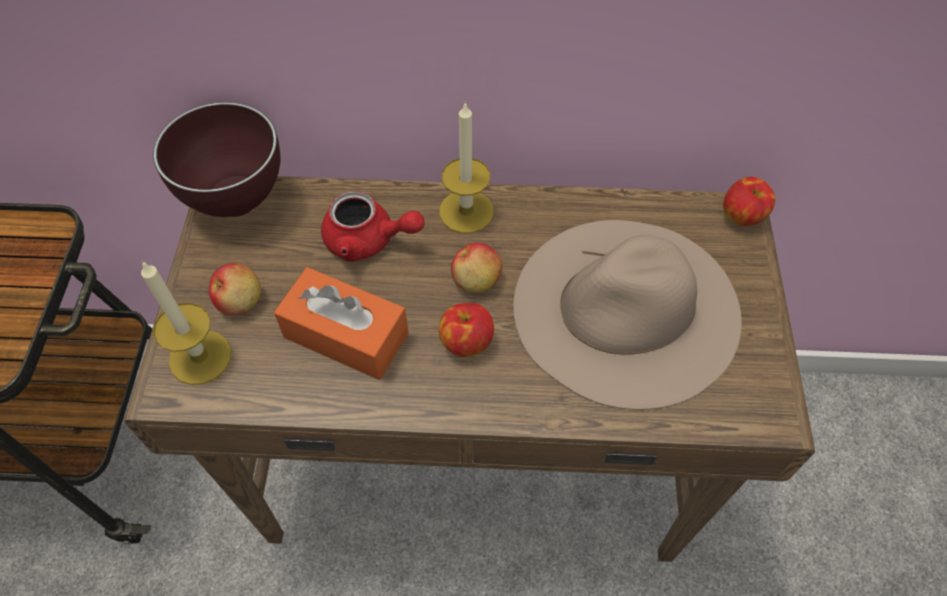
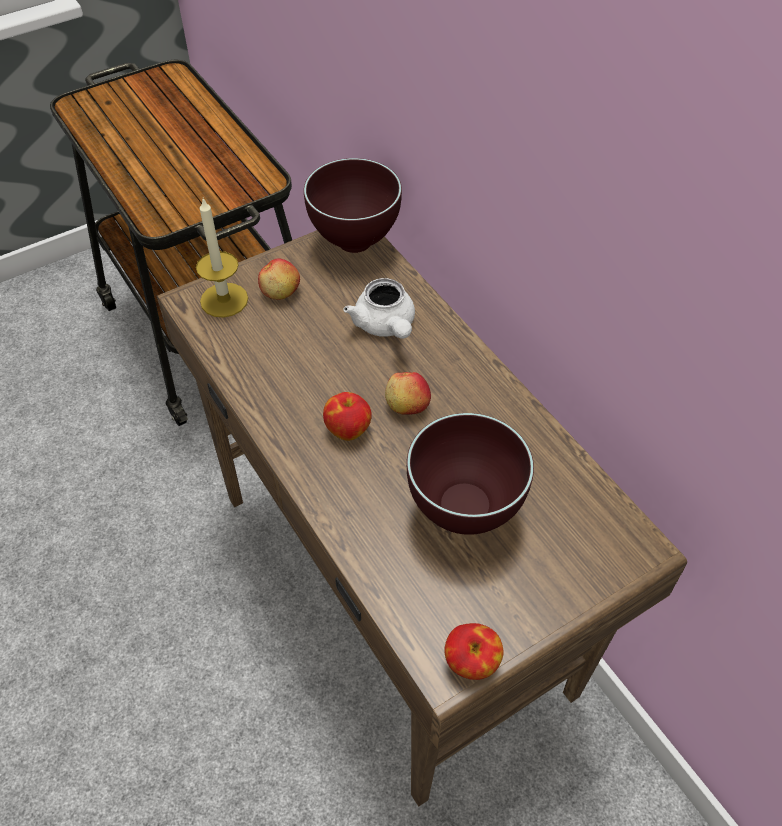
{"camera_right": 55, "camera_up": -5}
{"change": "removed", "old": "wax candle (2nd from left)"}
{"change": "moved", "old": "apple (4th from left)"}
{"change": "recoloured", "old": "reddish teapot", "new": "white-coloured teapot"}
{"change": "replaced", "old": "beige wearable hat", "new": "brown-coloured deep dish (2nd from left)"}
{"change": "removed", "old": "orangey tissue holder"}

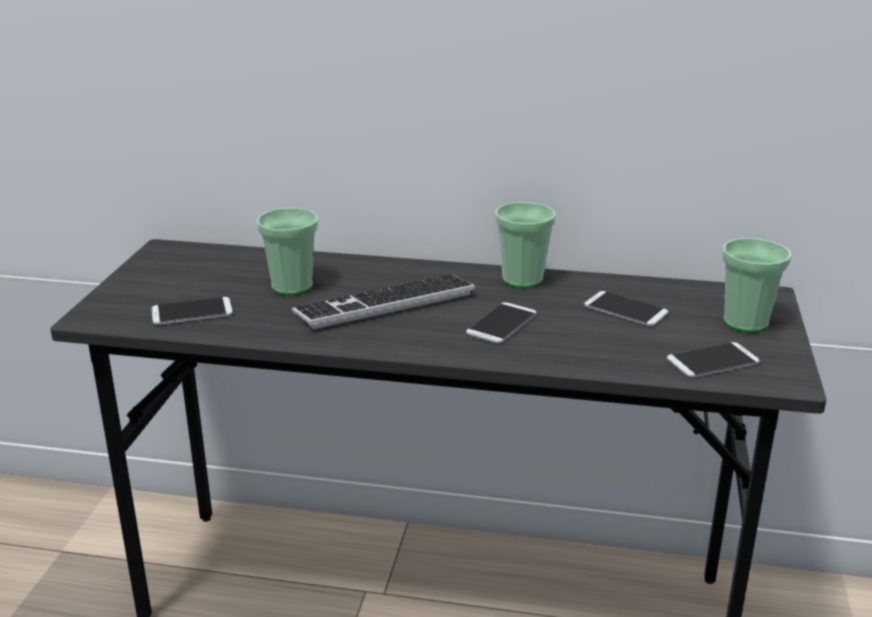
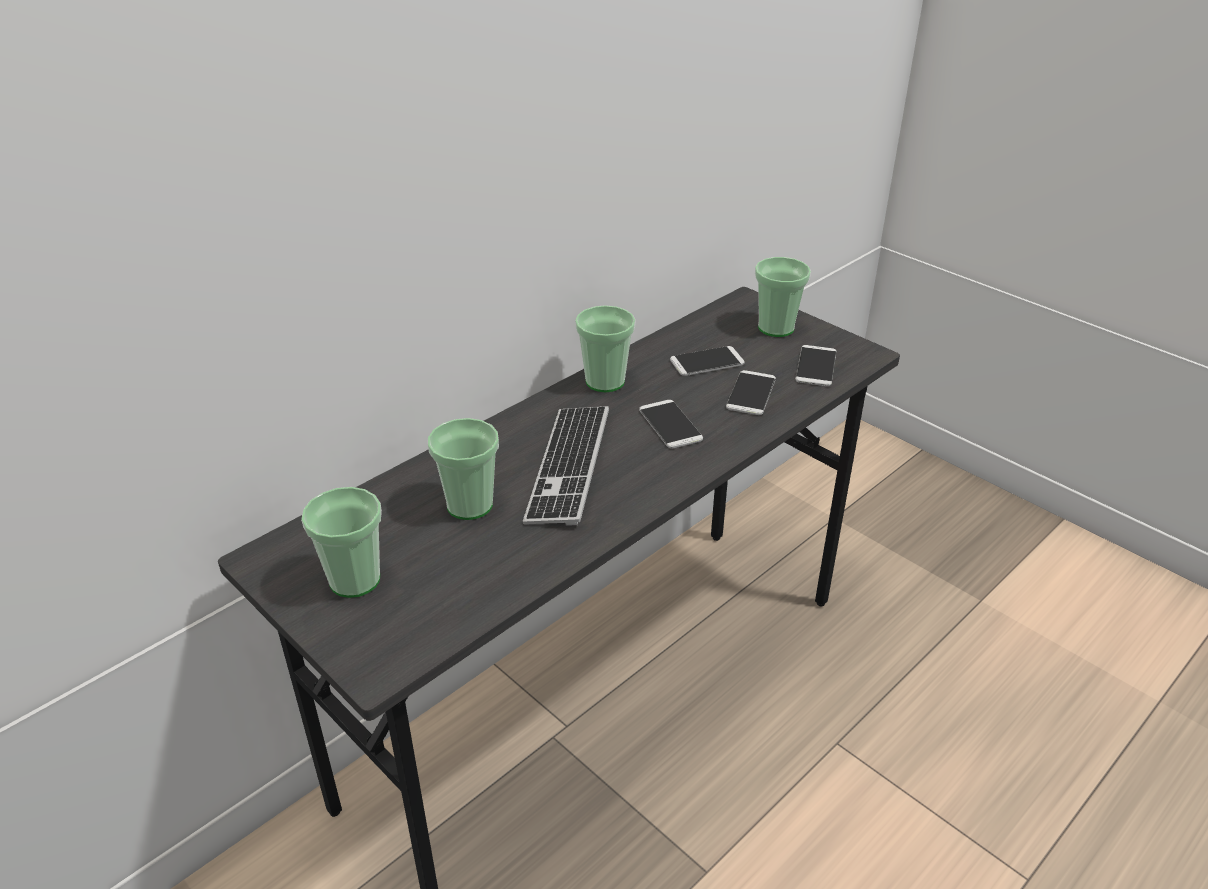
{"camera_right": -55, "camera_up": 10}
{"change": "moved", "old": "phone (1st from left in the first image)", "new": "phone (3rd from left)"}
{"change": "added", "new": "cup (1st from left)"}

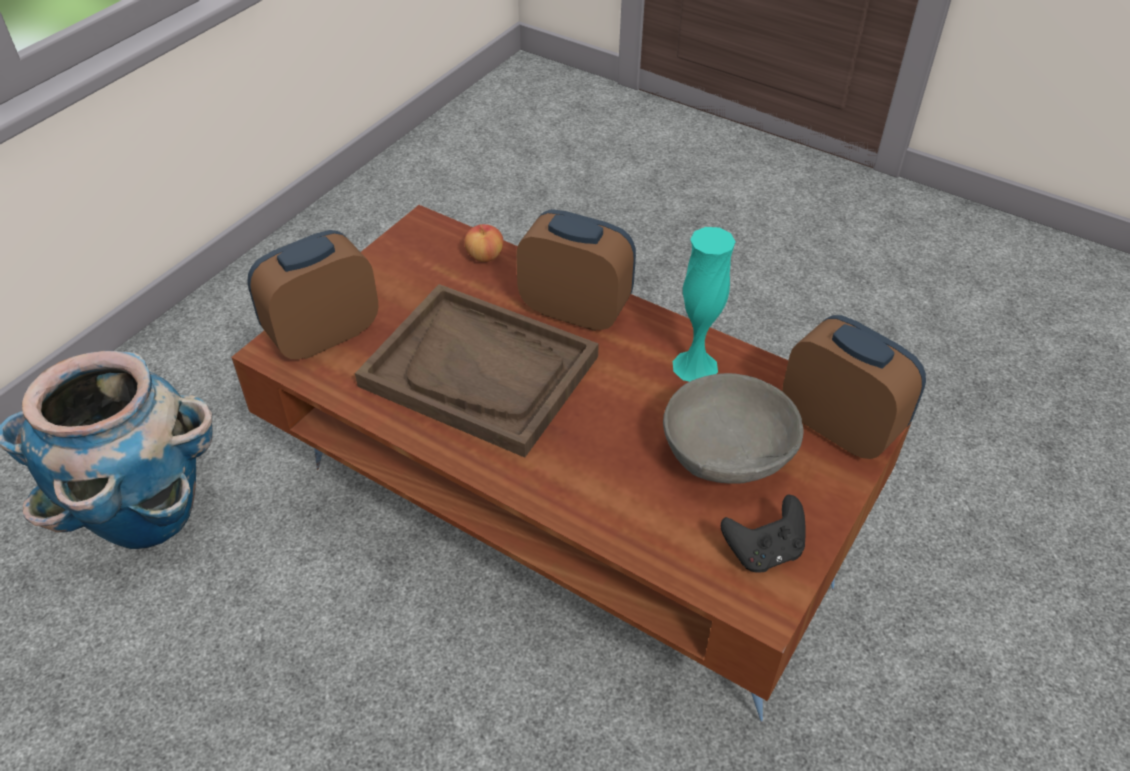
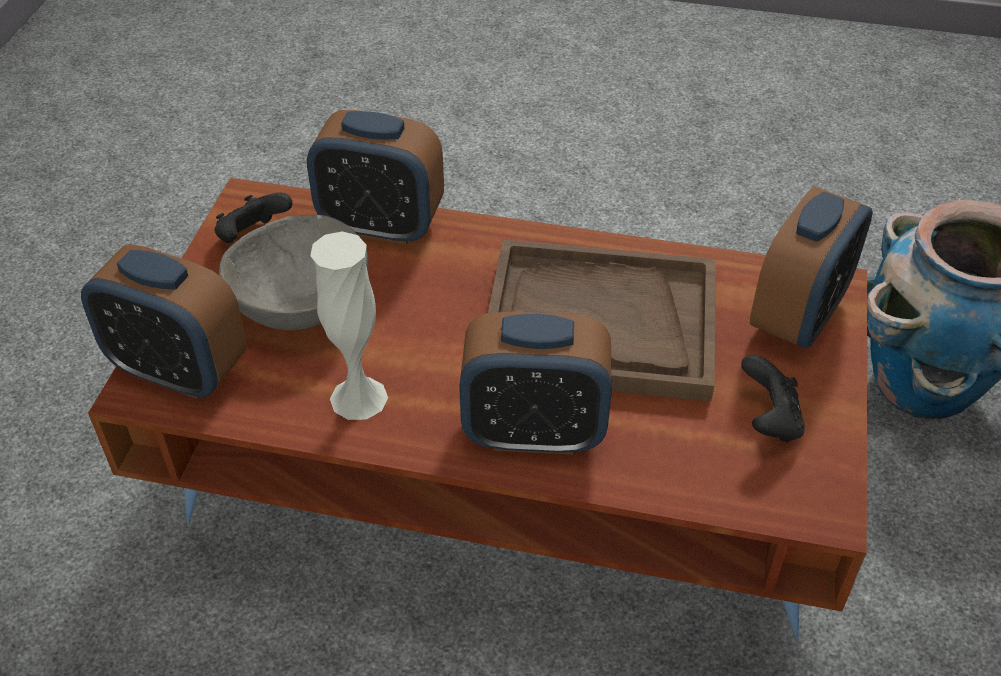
{"camera_right": 160, "camera_up": 0}
{"change": "removed", "old": "apple"}
{"change": "recoloured", "old": "blue-green decorative vase", "new": "white-coloured decorative vase"}
{"change": "added", "new": "table clock (2nd from left)"}
{"change": "added", "new": "black game controller (2nd from left)"}

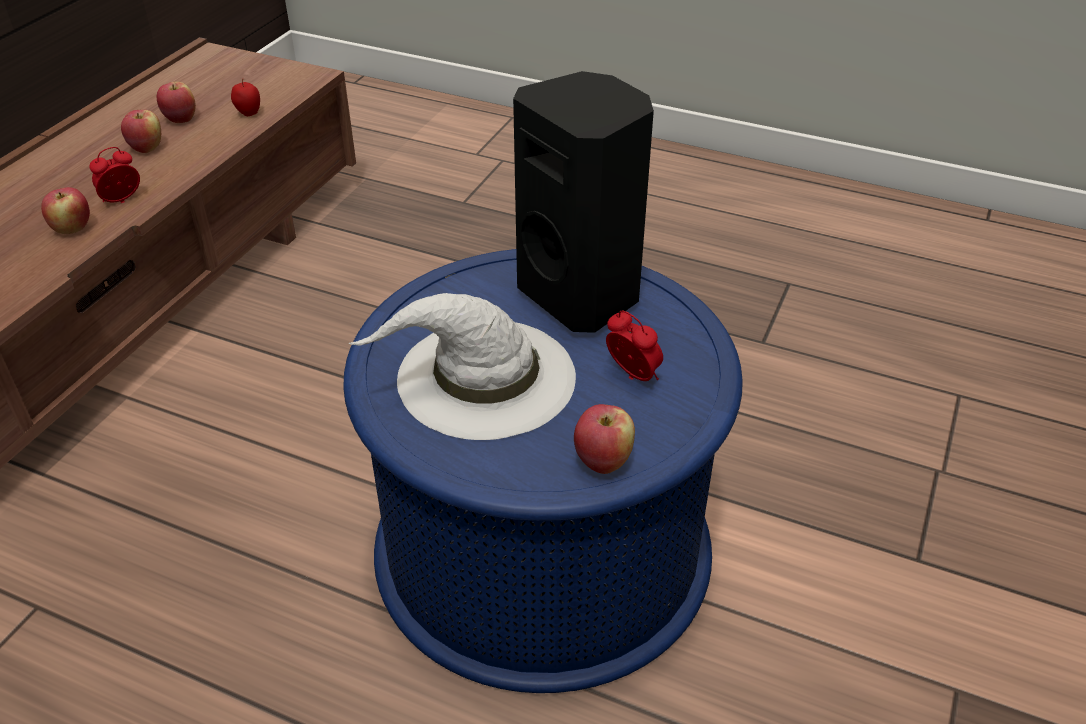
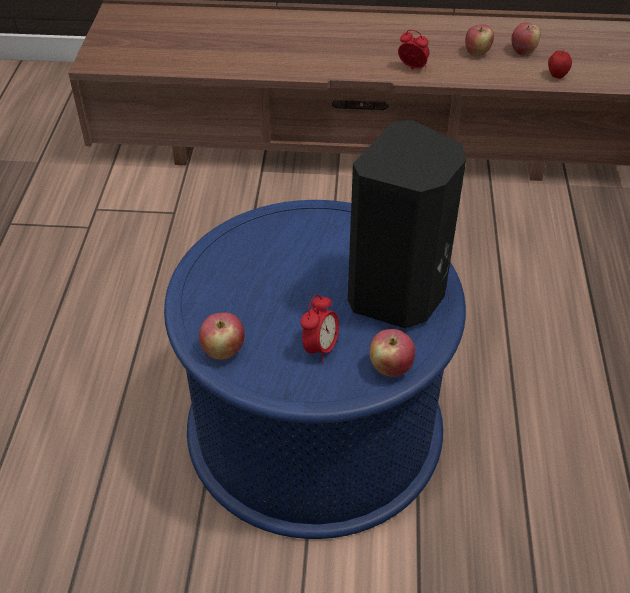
{"camera_right": 70, "camera_up": 5}
{"change": "moved", "old": "apple (1st from left in the first image)", "new": "apple (2nd from left)"}
{"change": "removed", "old": "white-coloured wearable hat"}

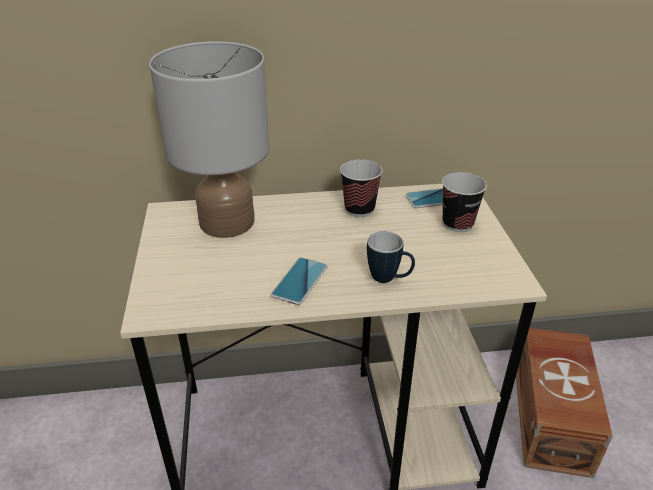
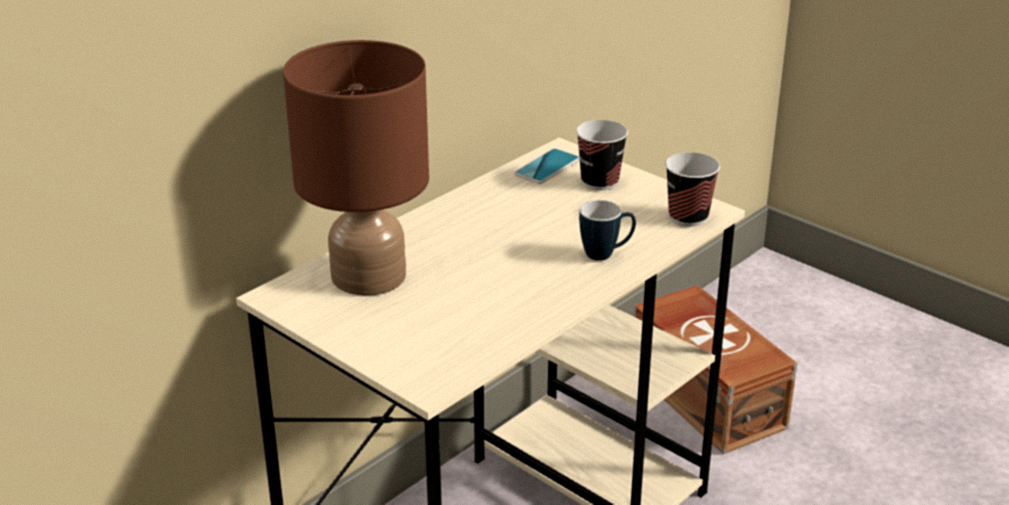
{"camera_right": -40, "camera_up": -5}
{"change": "recoloured", "old": "gray tabletop lamp", "new": "brown-coloured tabletop lamp"}
{"change": "moved", "old": "cup (1st from left in the first image)", "new": "cup (2nd from left)"}
{"change": "removed", "old": "phone (1st from left)"}

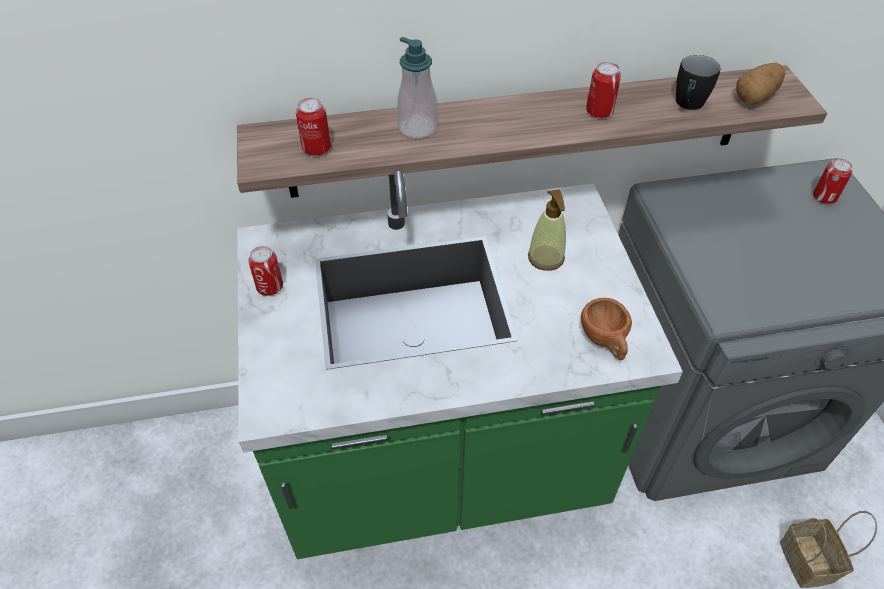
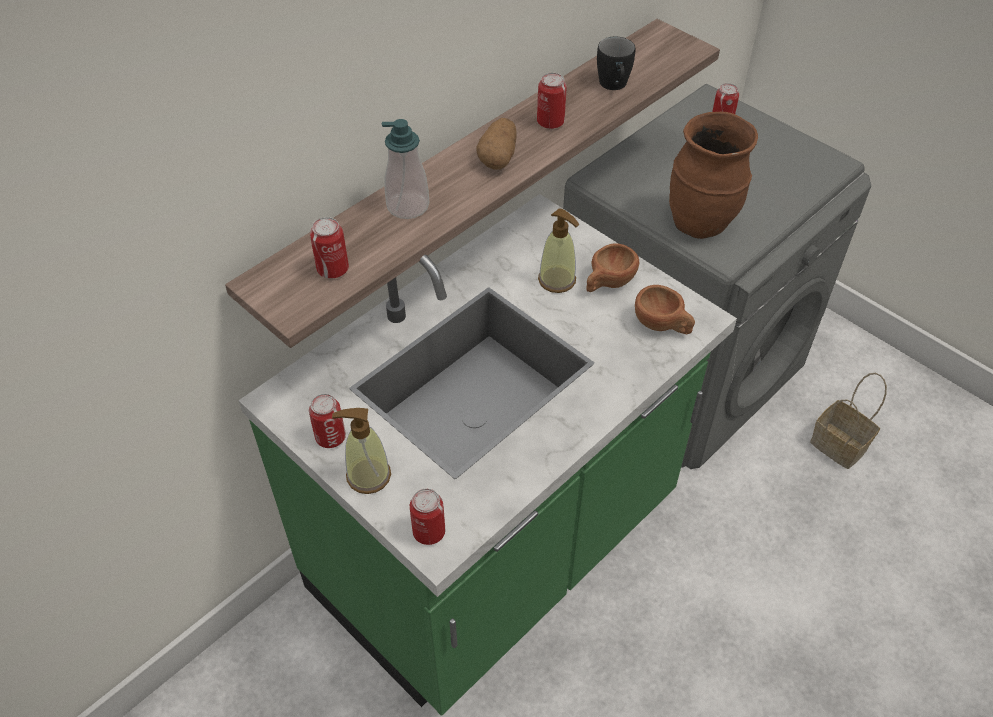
{"camera_right": -35, "camera_up": 0}
{"change": "moved", "old": "potato"}
{"change": "added", "new": "brown-coloured decorative vase"}
{"change": "added", "new": "brown-coloured cup (1st from left)"}
{"change": "added", "new": "soap bottle (1st from left)"}
{"change": "added", "new": "metal can (3rd from left)"}

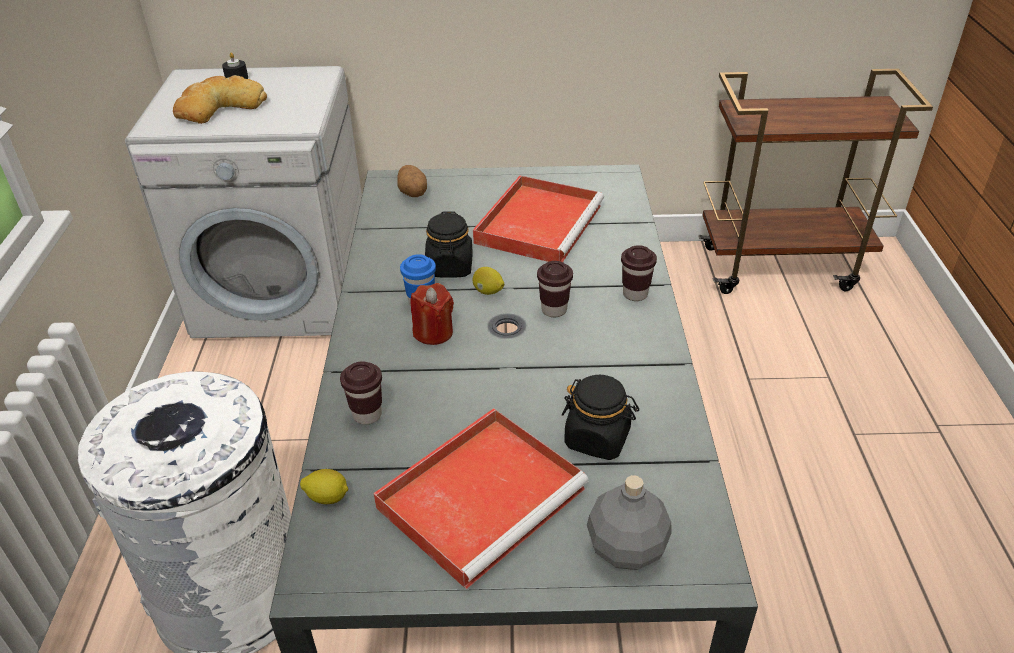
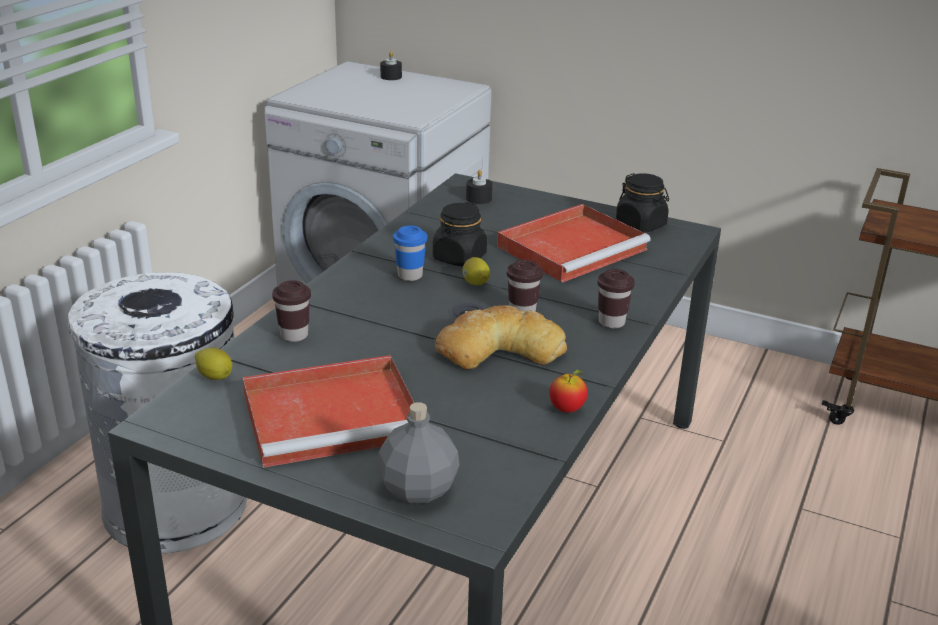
{"camera_right": 25, "camera_up": -10}
{"change": "moved", "old": "bread"}
{"change": "replaced", "old": "potato", "new": "black wax candle (2nd from left)"}
{"change": "removed", "old": "reddish wax candle"}
{"change": "moved", "old": "black jar (2nd from left)"}
{"change": "added", "new": "apple"}

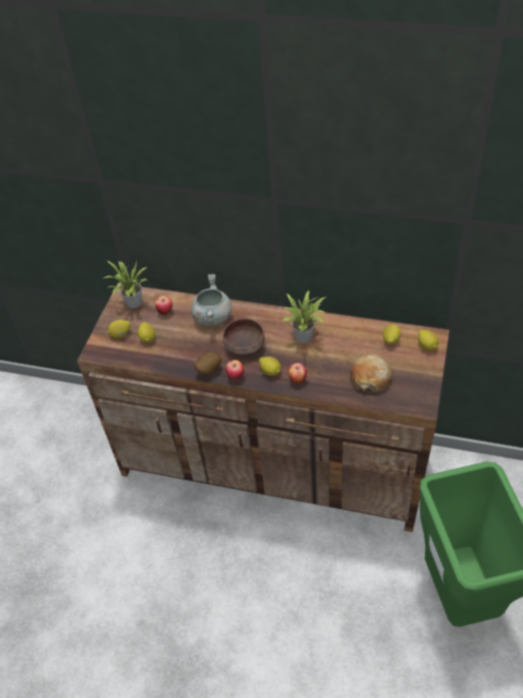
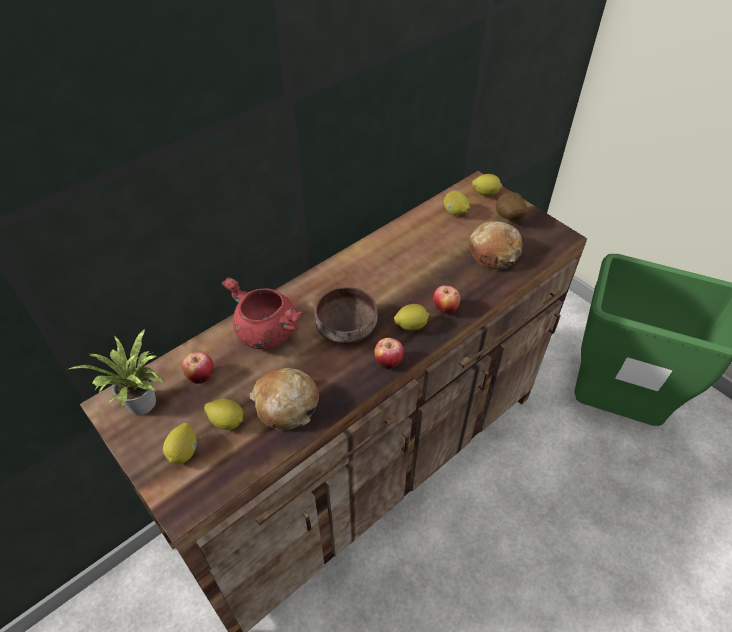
{"camera_right": -60, "camera_up": 0}
{"change": "recoloured", "old": "gray cooking pot", "new": "reddish cooking pot"}
{"change": "removed", "old": "potted plant (2nd from left)"}
{"change": "moved", "old": "potato"}
{"change": "added", "new": "bread (1st from left)"}

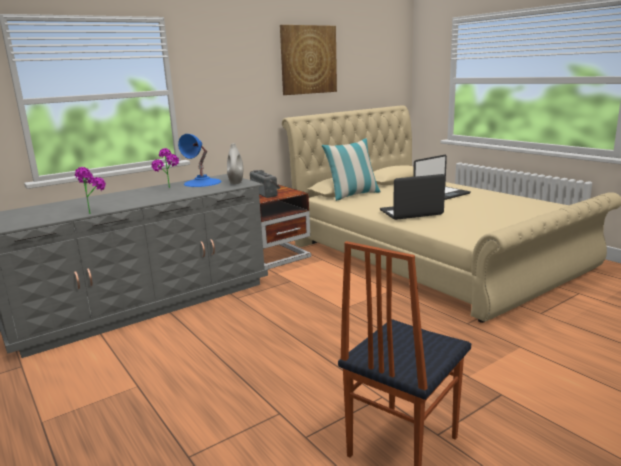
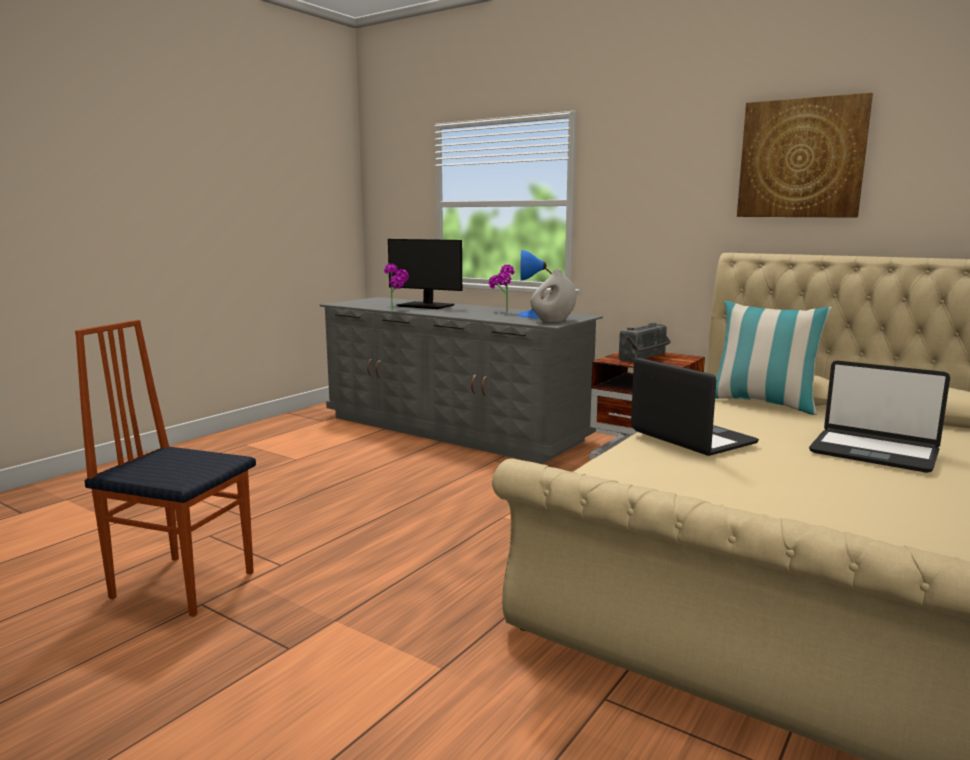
{"camera_right": 70, "camera_up": -5}
{"change": "added", "new": "computer screen"}

